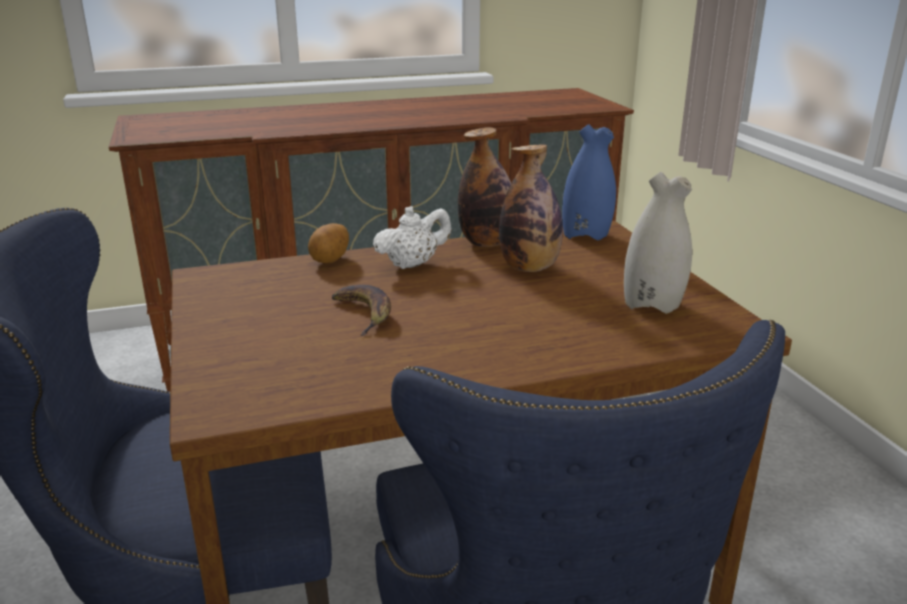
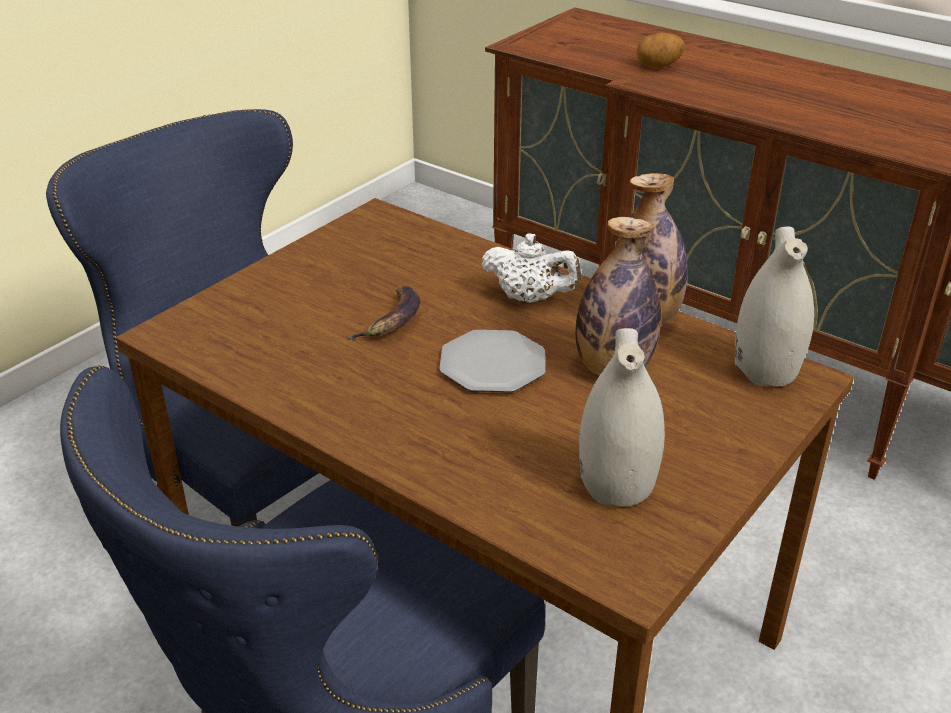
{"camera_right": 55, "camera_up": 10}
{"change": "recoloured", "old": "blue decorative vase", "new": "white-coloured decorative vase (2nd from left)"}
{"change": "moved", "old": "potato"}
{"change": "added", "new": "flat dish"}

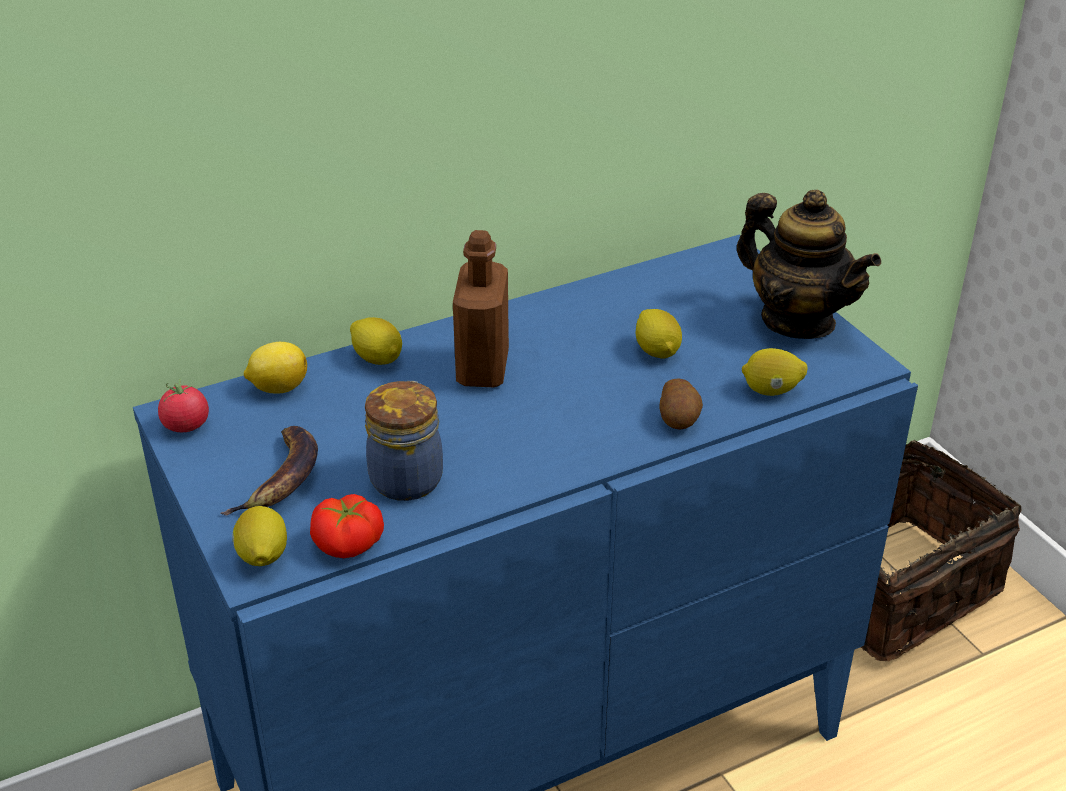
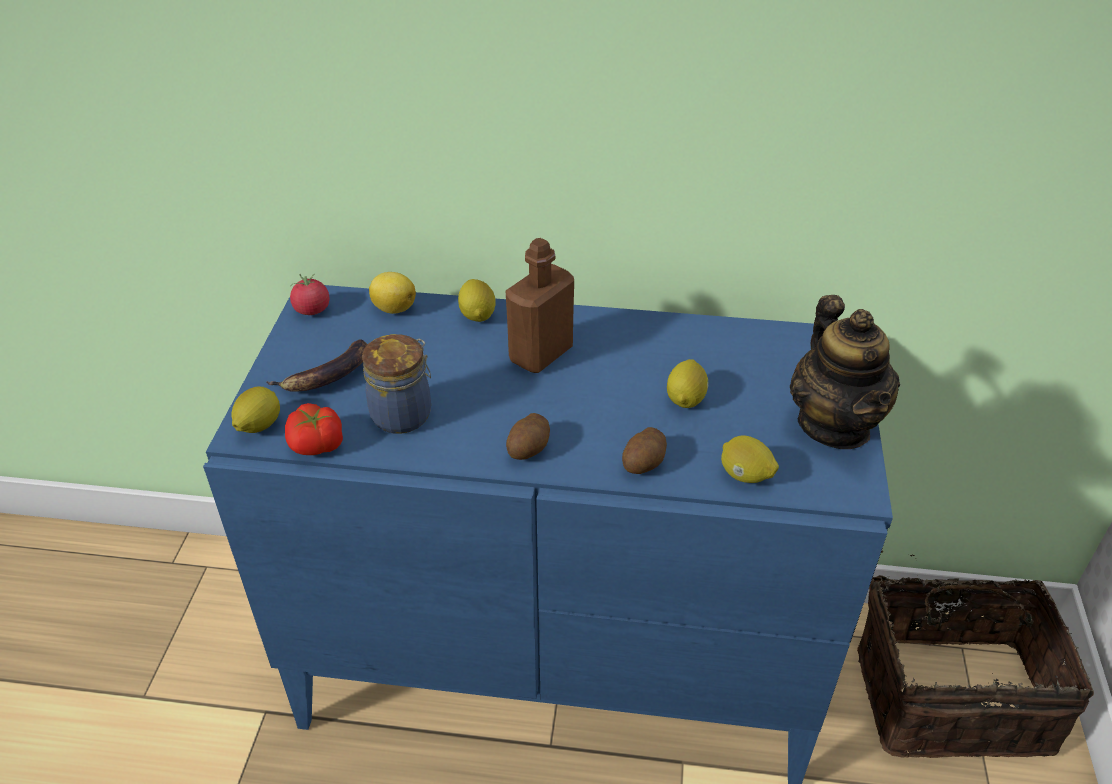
{"camera_right": 35, "camera_up": 5}
{"change": "added", "new": "potato (1st from left)"}

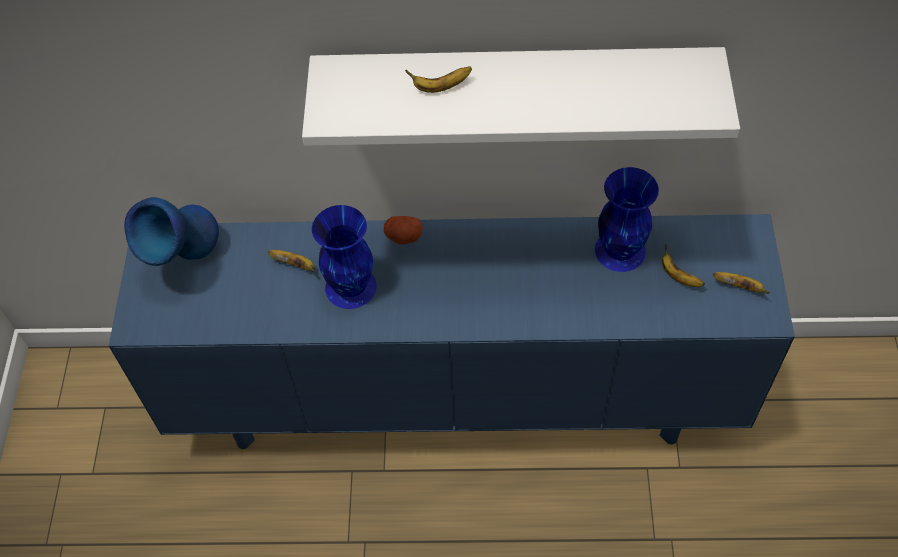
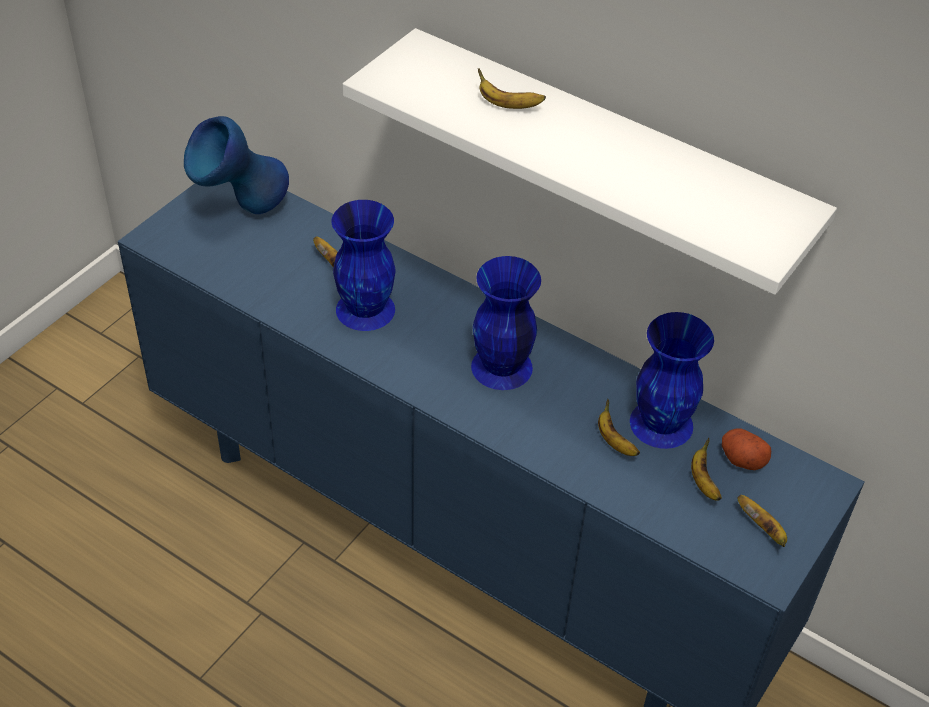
{"camera_right": 30, "camera_up": -10}
{"change": "moved", "old": "potato"}
{"change": "added", "new": "blue decorative vase (3rd from left)"}
{"change": "added", "new": "banana (3rd from left)"}

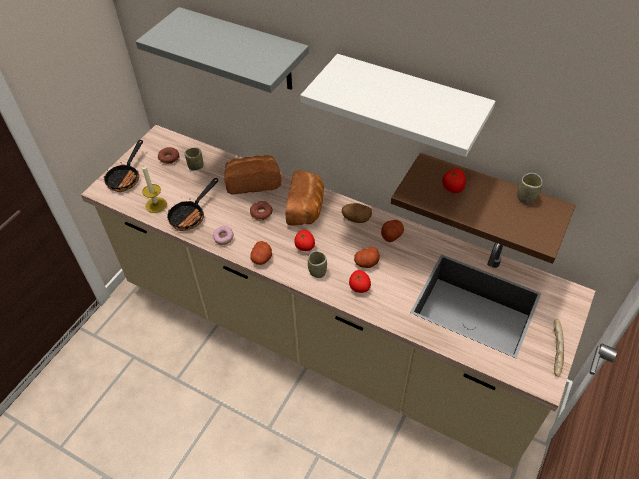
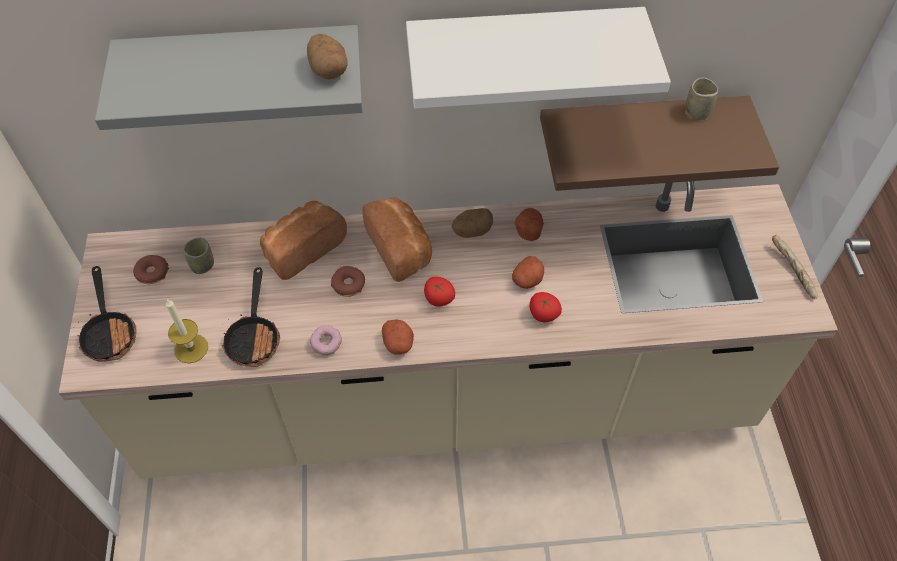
{"camera_right": -35, "camera_up": 5}
{"change": "removed", "old": "tomato (3rd from left)"}
{"change": "removed", "old": "cup (2nd from left)"}
{"change": "added", "new": "potato (1st from left)"}

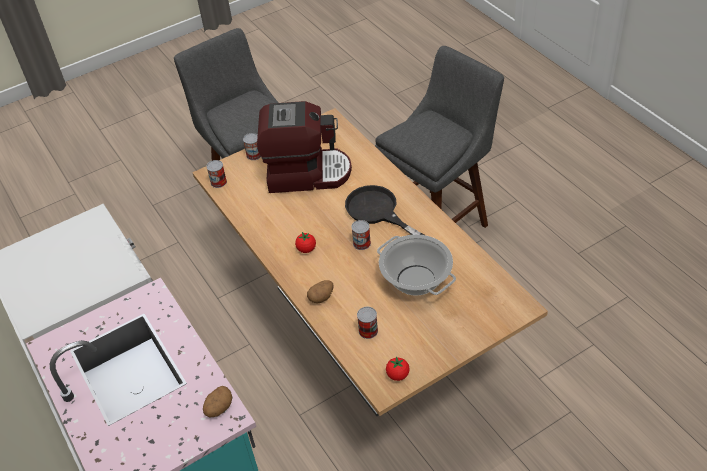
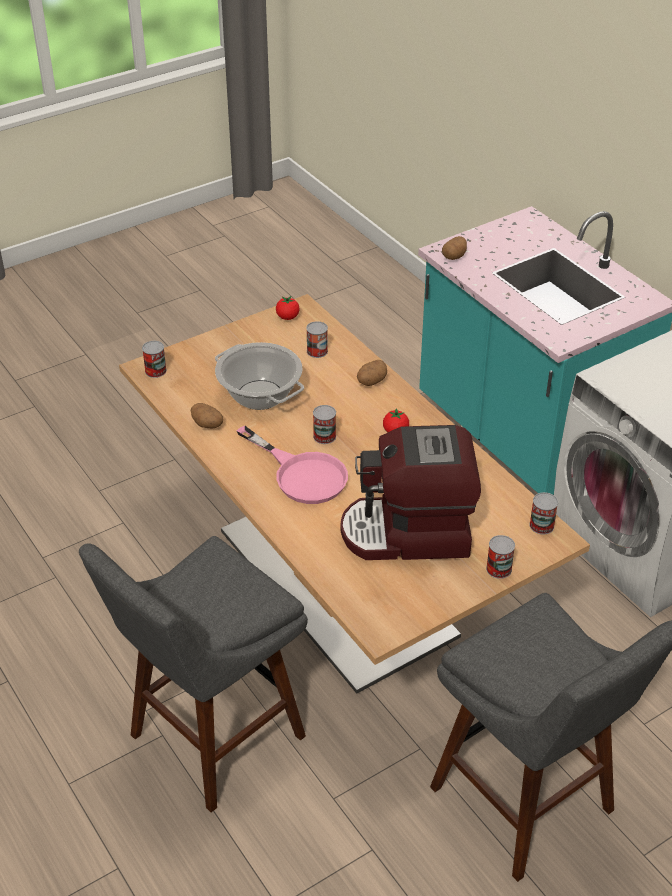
{"camera_right": 175, "camera_up": -5}
{"change": "recoloured", "old": "black skillet", "new": "pink-coloured skillet"}
{"change": "added", "new": "metal can (1st from left)"}
{"change": "added", "new": "potato (1st from left)"}

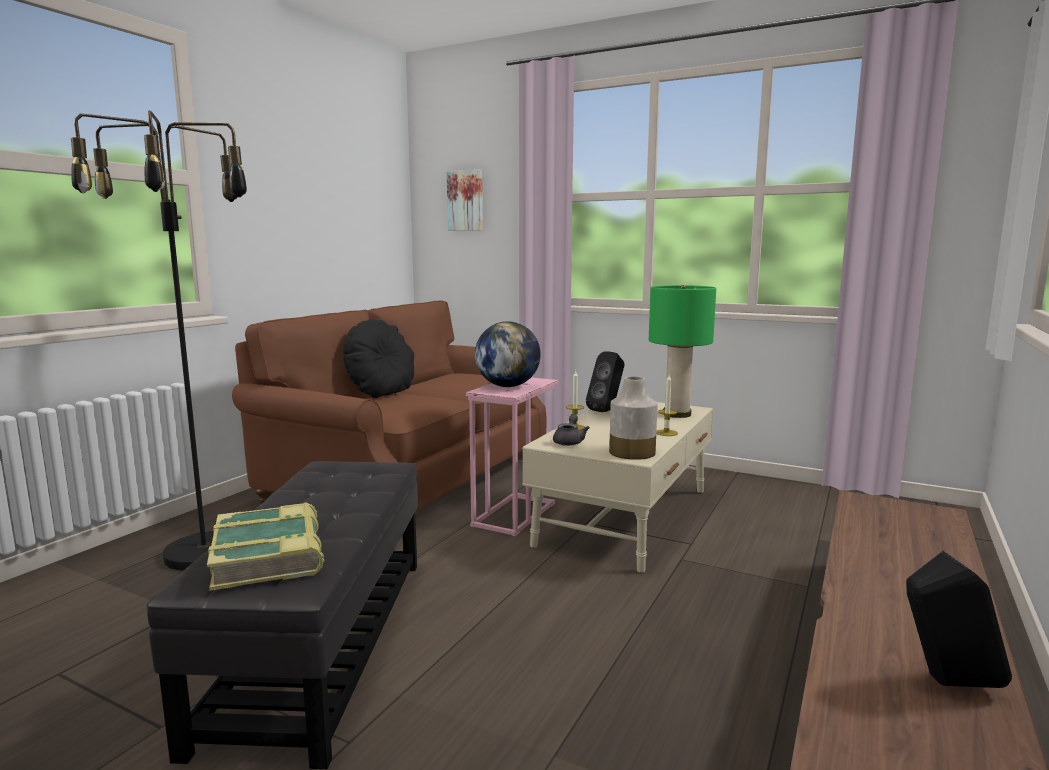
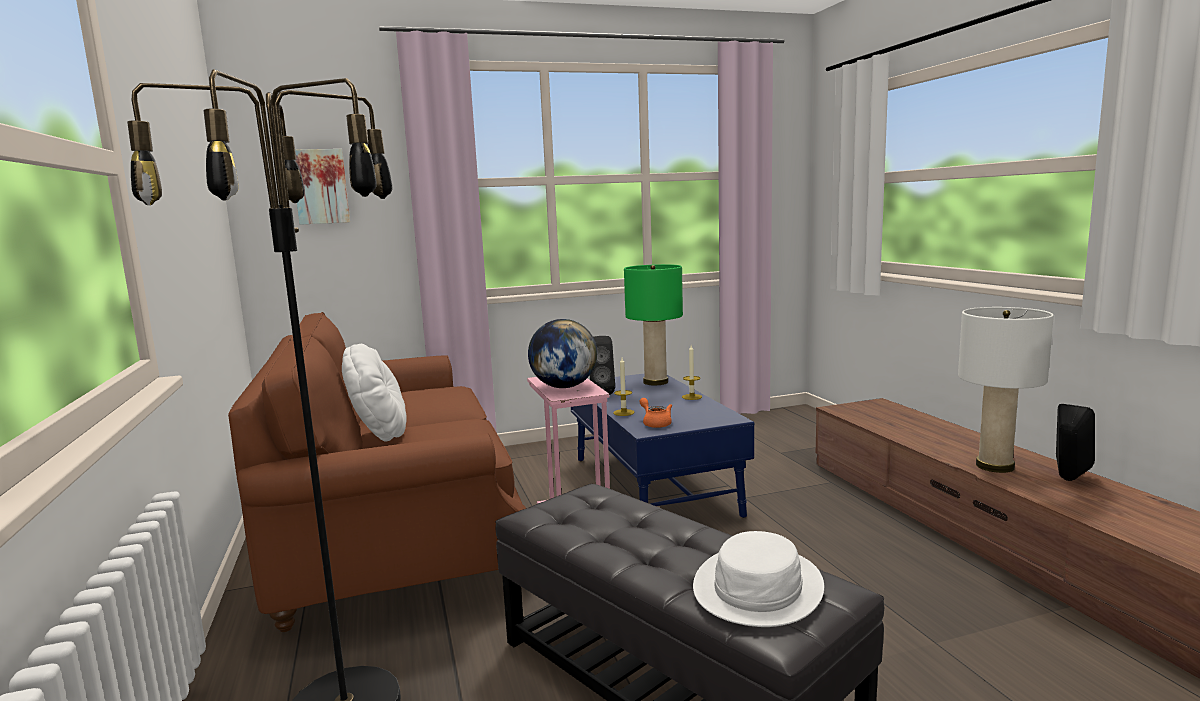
{"camera_right": -45, "camera_up": 0}
{"change": "recoloured", "old": "black pillow", "new": "white-coloured pillow"}
{"change": "removed", "old": "beige decorative vase"}
{"change": "recoloured", "old": "beige coffee table", "new": "blue coffee table"}
{"change": "recoloured", "old": "gray teapot", "new": "orangey teapot"}
{"change": "replaced", "old": "volume", "new": "white-coloured wearable hat"}
{"change": "added", "new": "white-coloured tabletop lamp"}

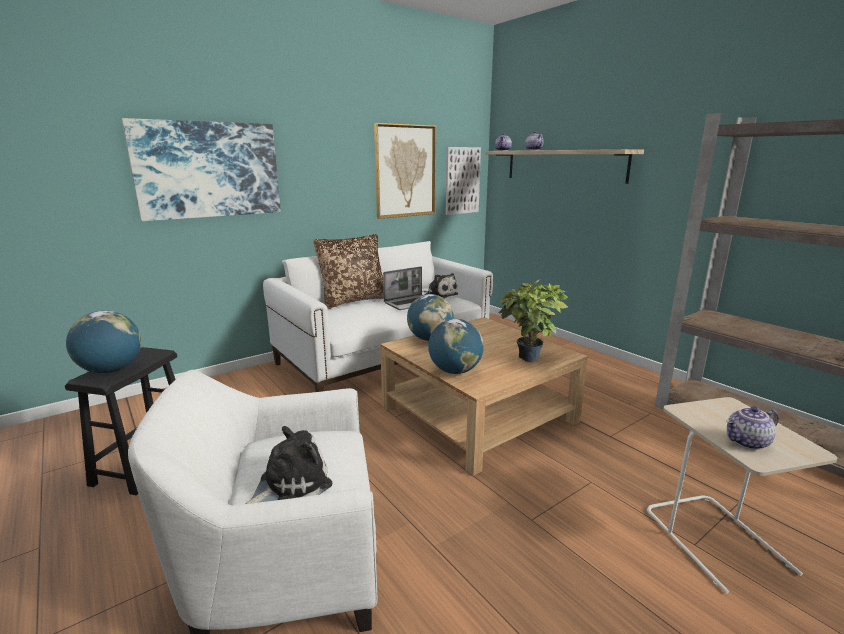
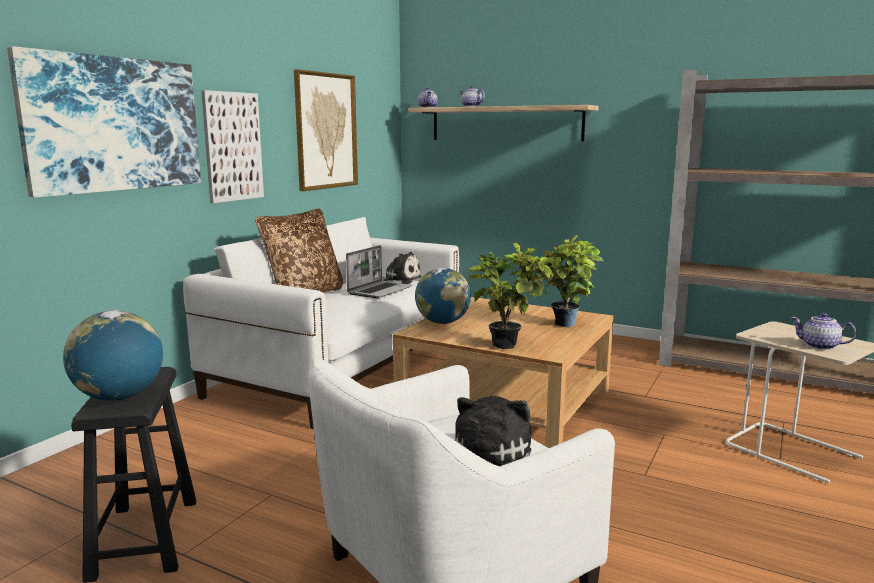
{"camera_right": -25, "camera_up": -5}
{"change": "moved", "old": "picture (3rd from left in the first image)", "new": "picture (2nd from left)"}
{"change": "replaced", "old": "desk globe (3rd from left)", "new": "potted plant (1st from left)"}
{"change": "turned", "old": "teapot (3rd from left)", "degrees": 75}

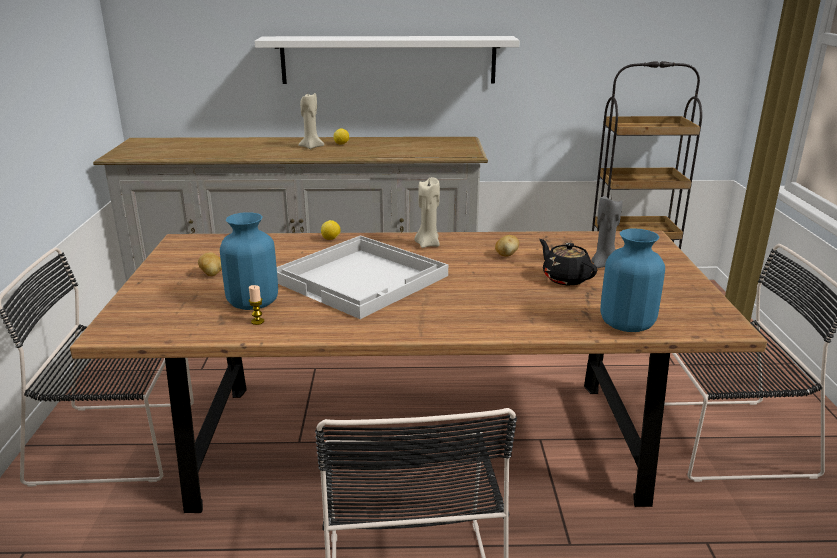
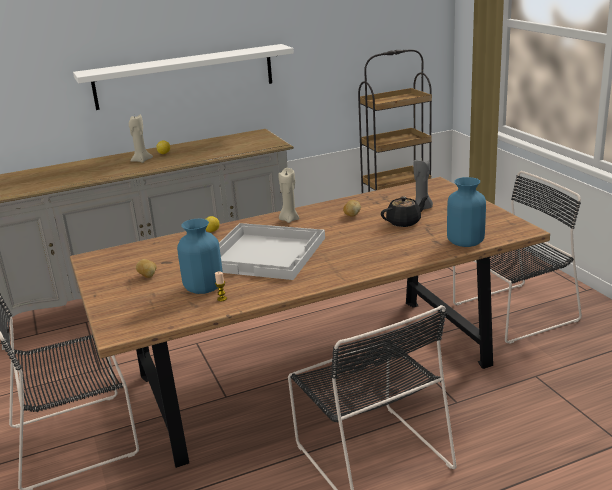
{"camera_right": -20, "camera_up": 0}
{"change": "turned", "old": "black teapot", "degrees": 120}

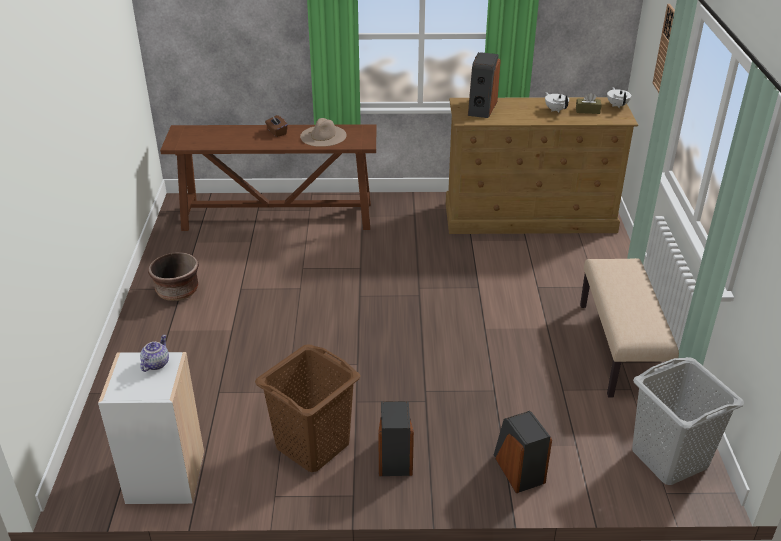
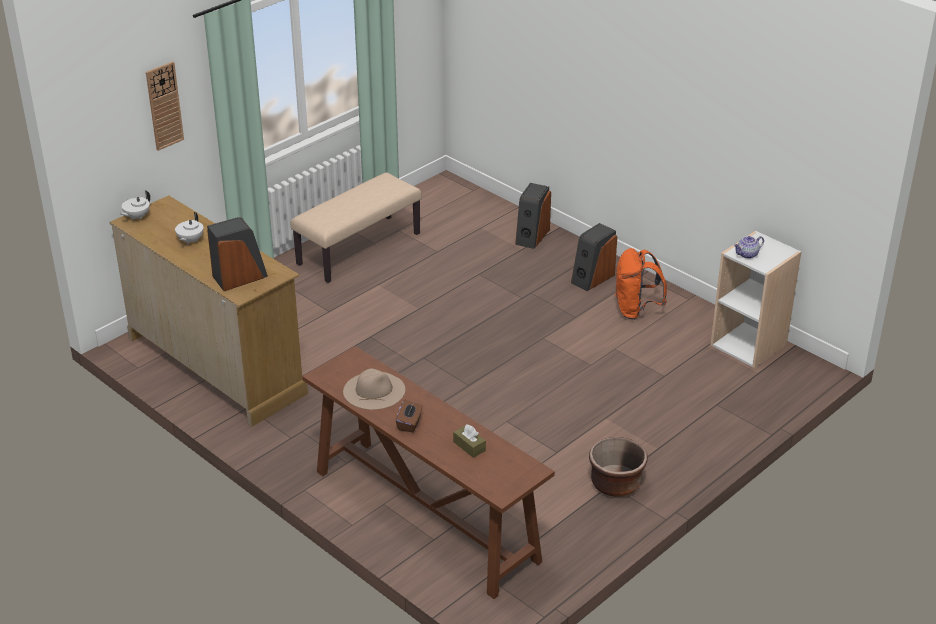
{"camera_right": -135, "camera_up": 0}
{"change": "moved", "old": "brown-coloured tissue holder (2nd from left)"}
{"change": "replaced", "old": "brown-coloured laundry basket", "new": "orangey backpack"}
{"change": "removed", "old": "gray laundry basket"}

